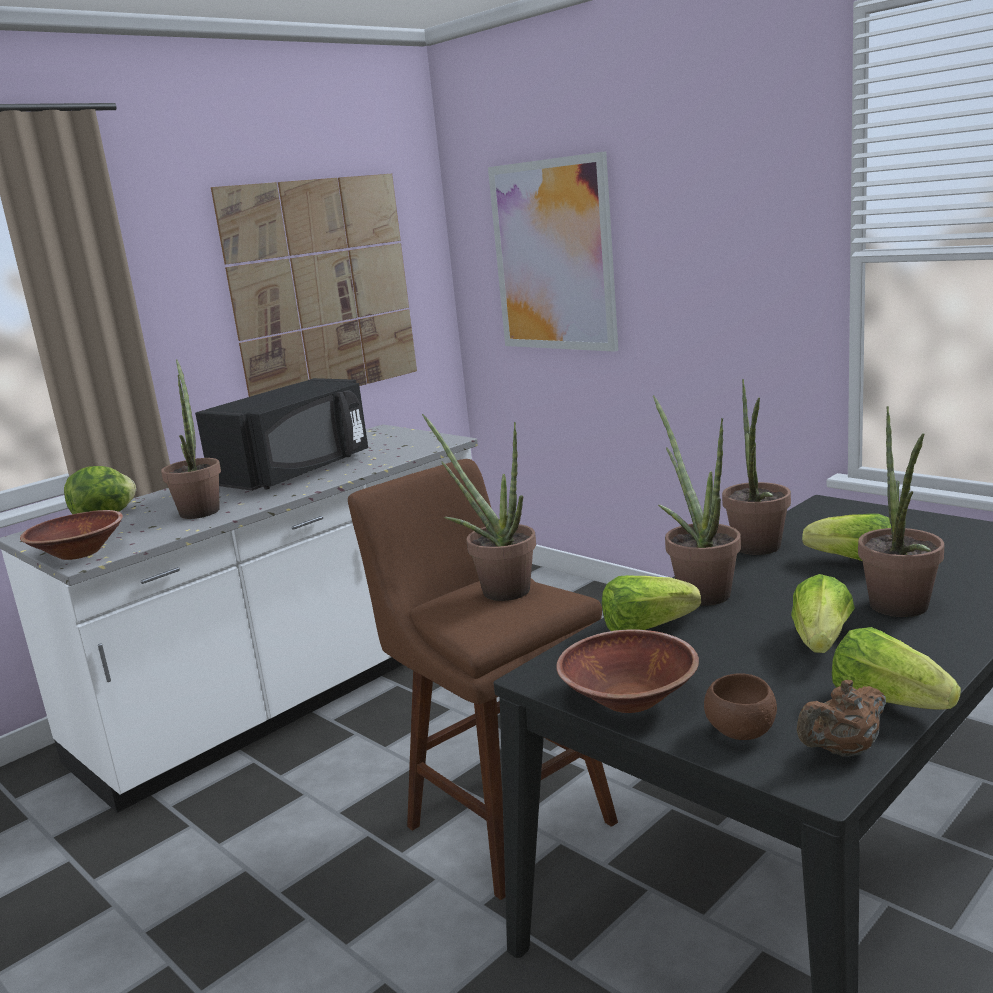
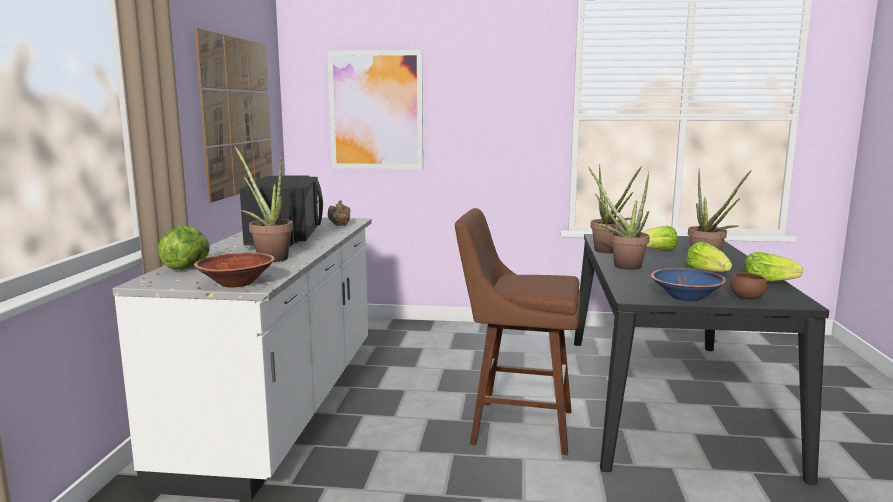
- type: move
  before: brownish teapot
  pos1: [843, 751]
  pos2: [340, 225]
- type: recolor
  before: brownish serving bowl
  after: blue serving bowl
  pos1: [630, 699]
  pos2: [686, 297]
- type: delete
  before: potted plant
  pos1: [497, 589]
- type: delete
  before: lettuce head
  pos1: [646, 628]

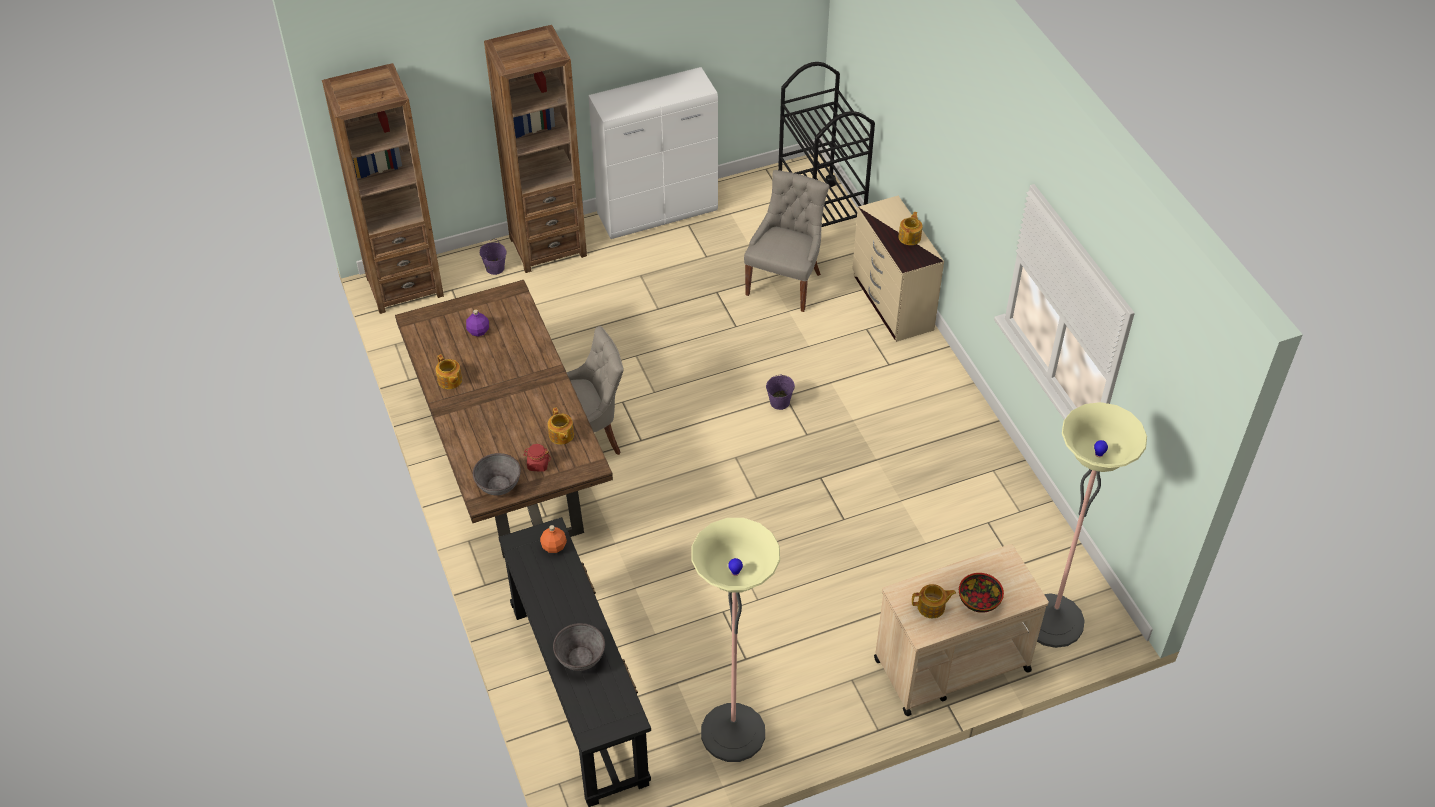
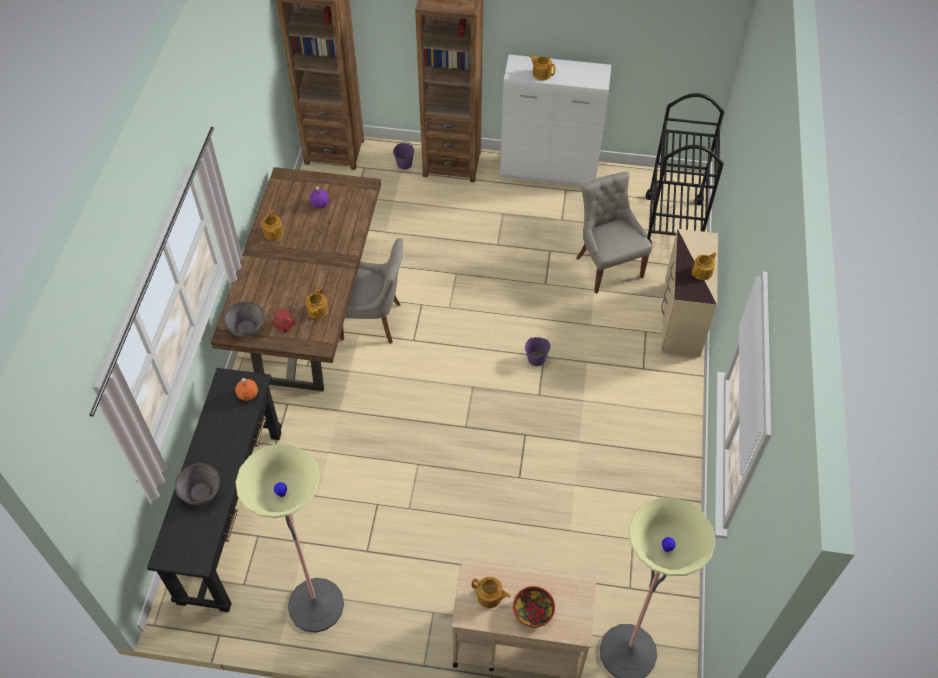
- type: insert
  after: teapot
  pos2: [541, 73]
- type: rotate
  before: gray plain chair
  pos1: [785, 283]
  pos2: [607, 266]
  turn: -75

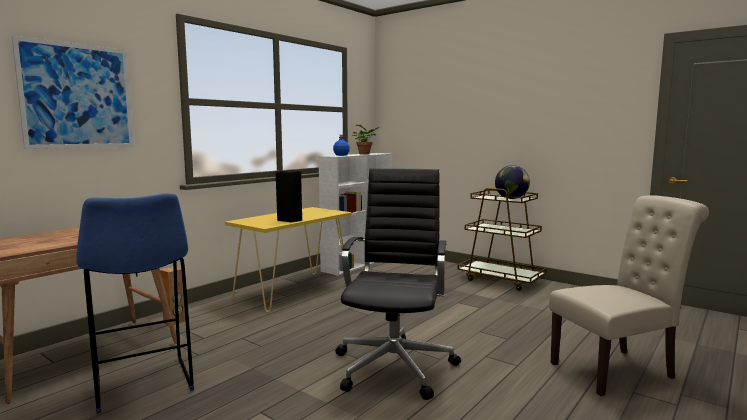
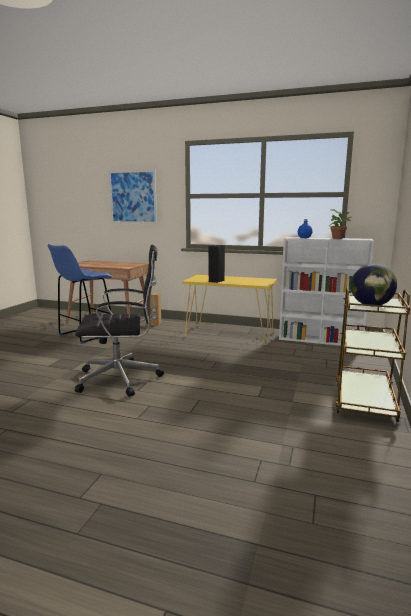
- type: delete
  before: sand-coloured plain chair
  pos1: [618, 369]

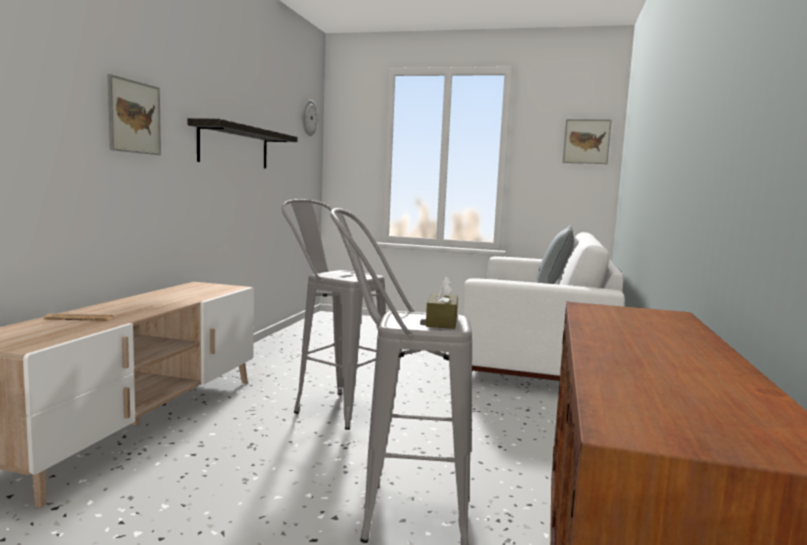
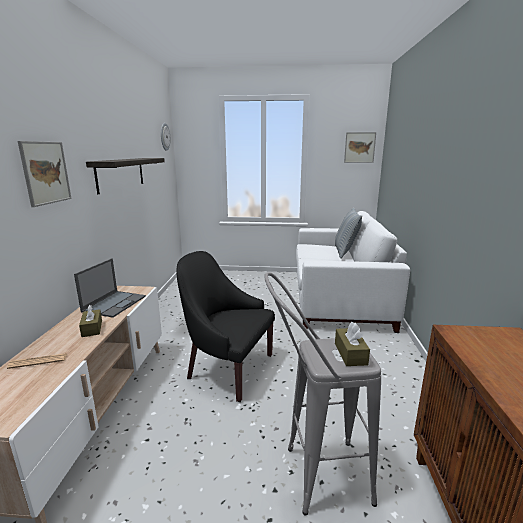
- type: insert
  after: notebook computer
  pos2: [115, 303]
- type: insert
  after: brownish box of tissues
  pos2: [92, 328]
- type: replace
  before: gray stool seat
  after: black armchair
  pos1: [331, 407]
  pos2: [228, 368]

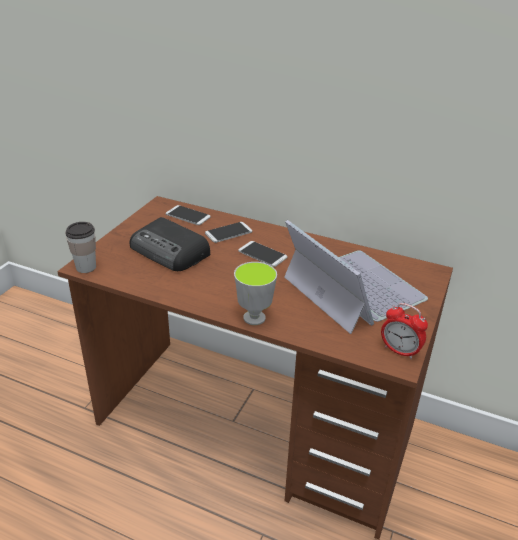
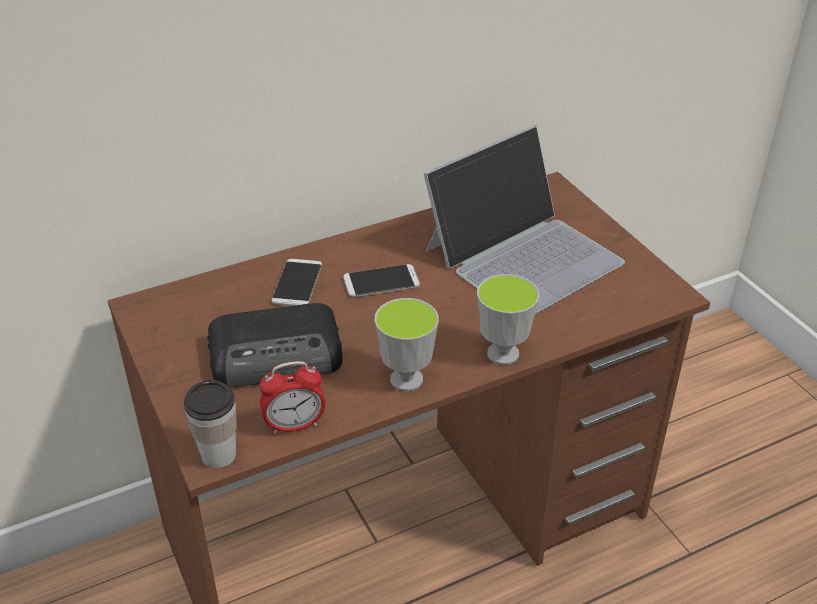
- type: move
  before: alarm clock
  pos1: [399, 351]
  pos2: [295, 425]
- type: insert
  after: drinking cup
  pos2: [406, 379]
- type: rotate
  before: notebook computer
  pos1: [352, 288]
  pos2: [523, 254]
  turn: 135
- type: delete
  before: phone
  pos1: [188, 216]

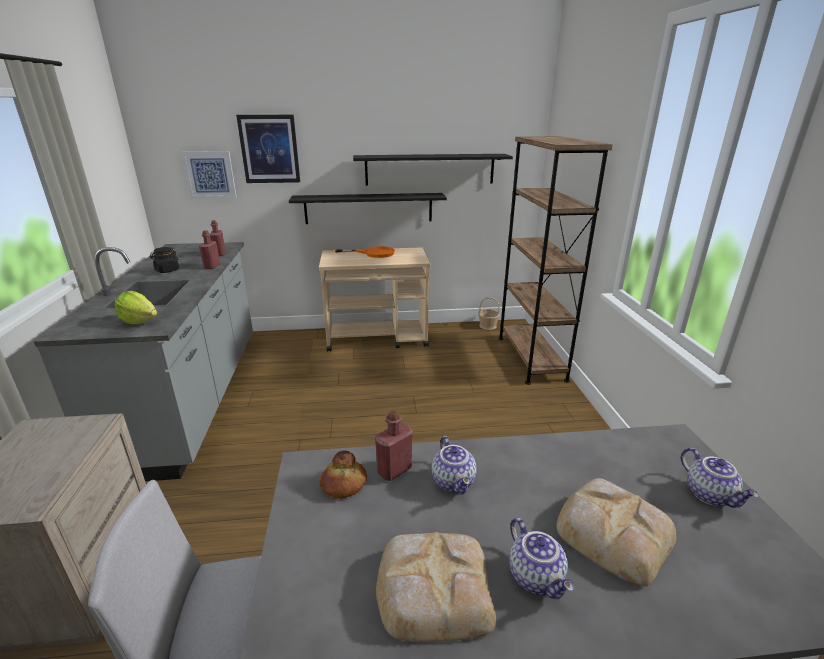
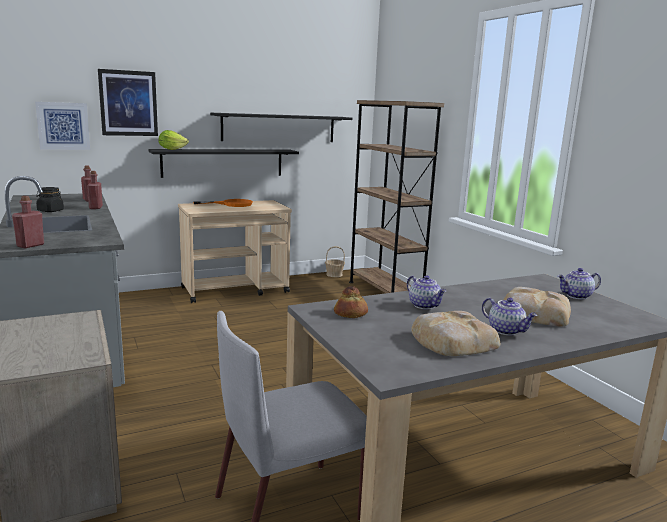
- type: move
  before: red-coloured drink bottle
  pos1: [394, 470]
  pos2: [30, 245]
- type: move
  before: lettuce head
  pos1: [139, 321]
  pos2: [172, 149]
- type: rotate
  before: teapot
  pos1: [710, 494]
  pos2: [576, 296]
  turn: 120

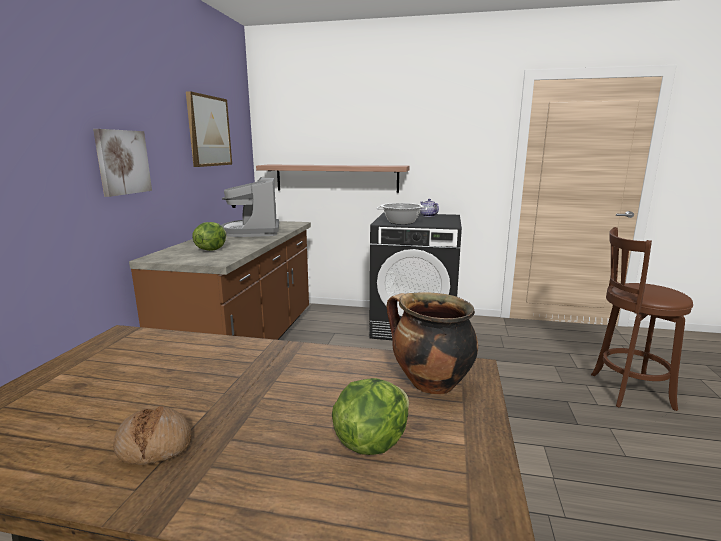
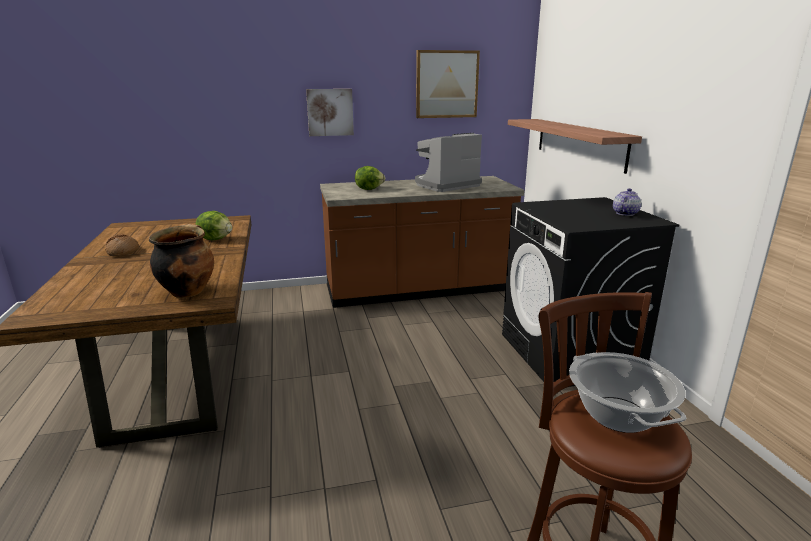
- type: move
  before: lettuce head
  pos1: [370, 441]
  pos2: [216, 239]
- type: move
  before: saucepot
  pos1: [401, 222]
  pos2: [619, 415]

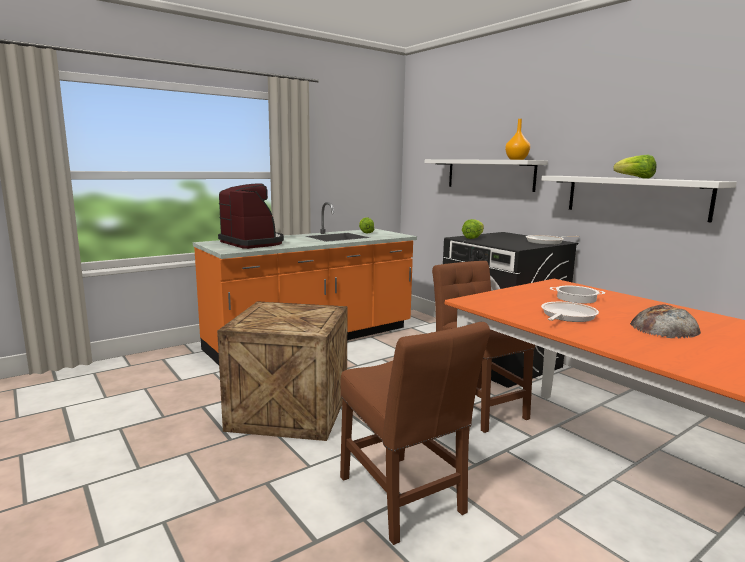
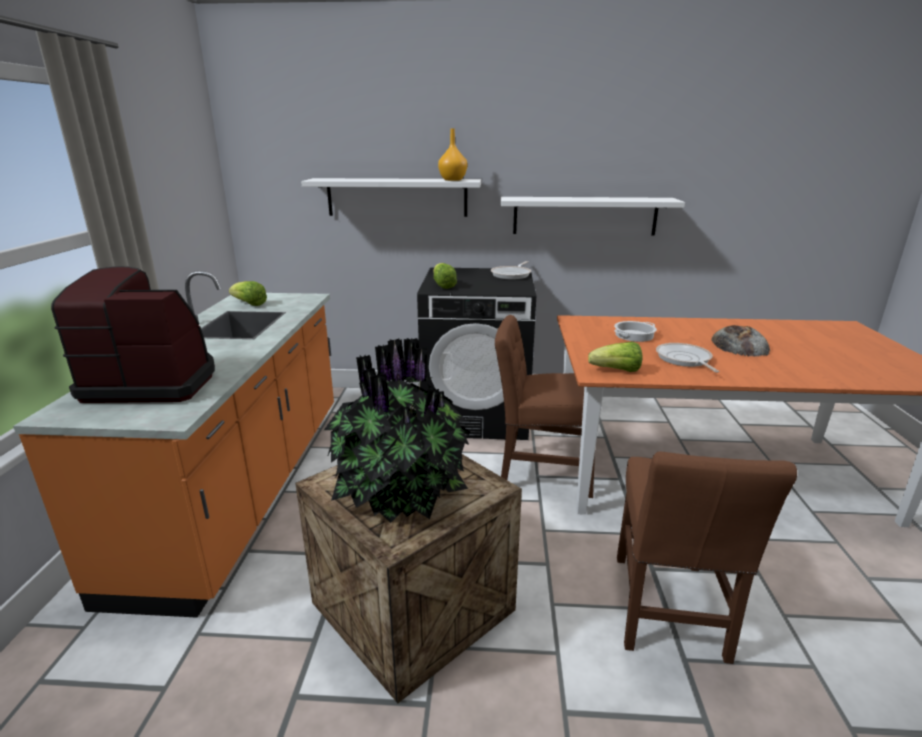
- type: insert
  after: potted plant
  pos2: [402, 494]
- type: move
  before: lettuce head
  pos1: [635, 178]
  pos2: [616, 371]
- type: rotate
  before: brownish plain chair
  pos1: [403, 499]
  pos2: [667, 612]
  turn: 90

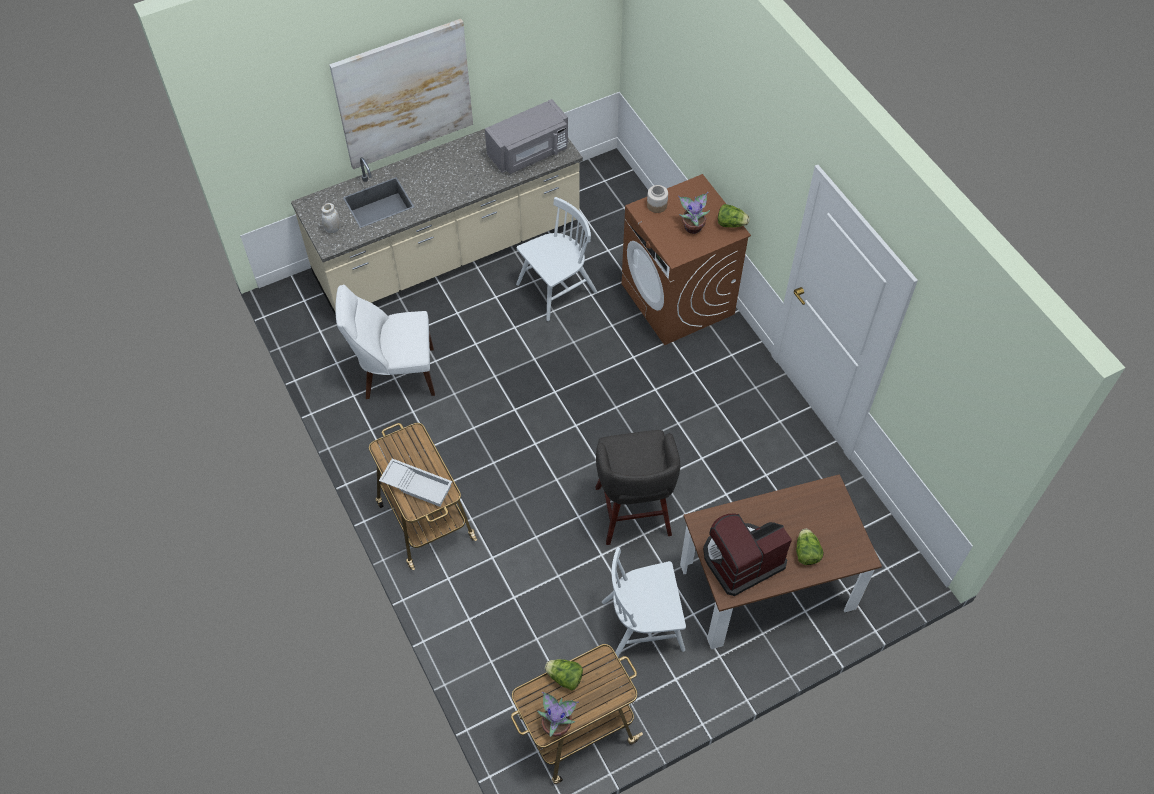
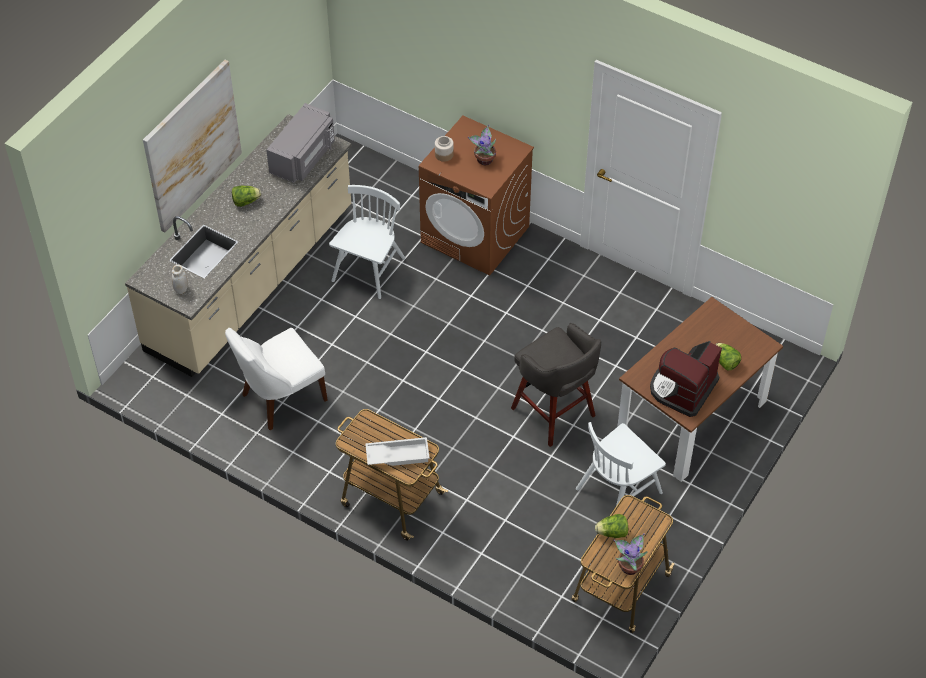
- type: move
  before: lettuce head
  pos1: [731, 224]
  pos2: [246, 201]

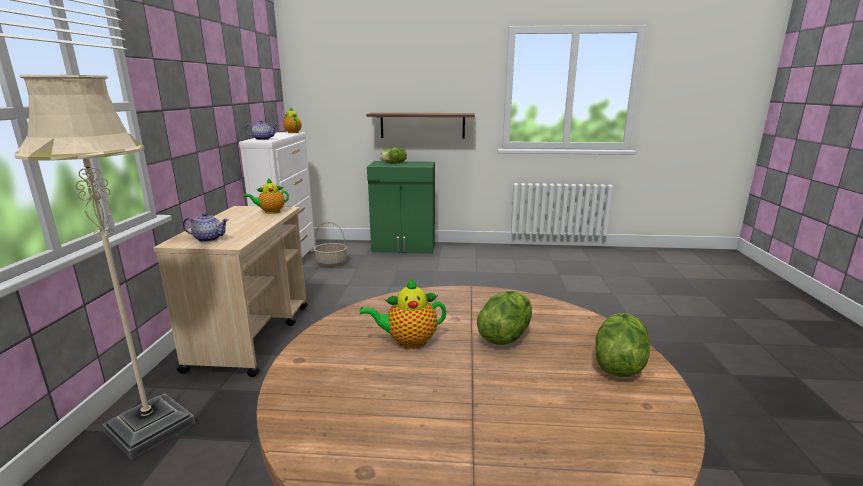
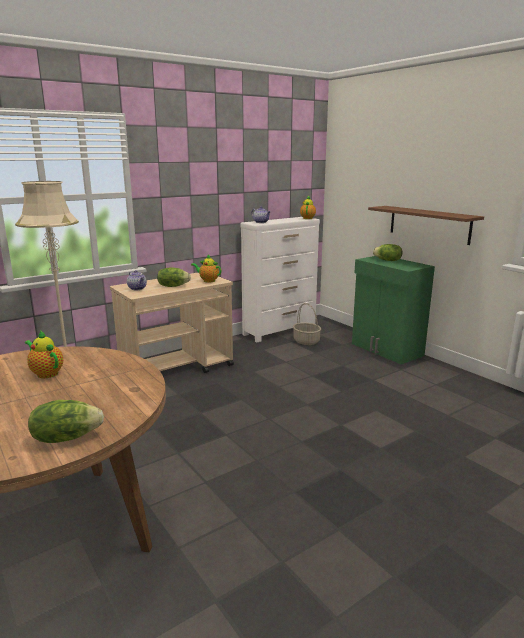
- type: move
  before: lettuce head
  pos1: [504, 335]
  pos2: [173, 286]

